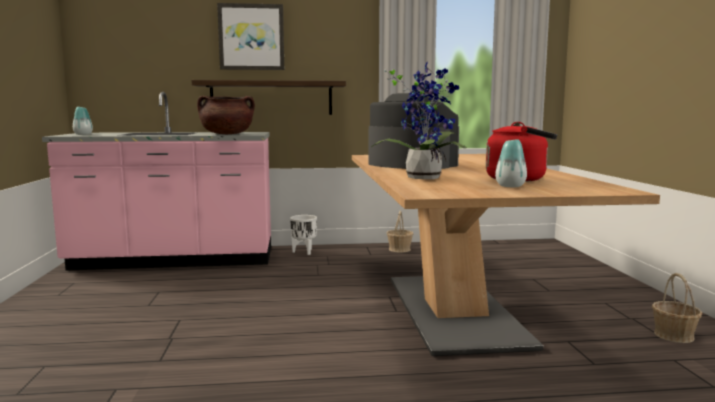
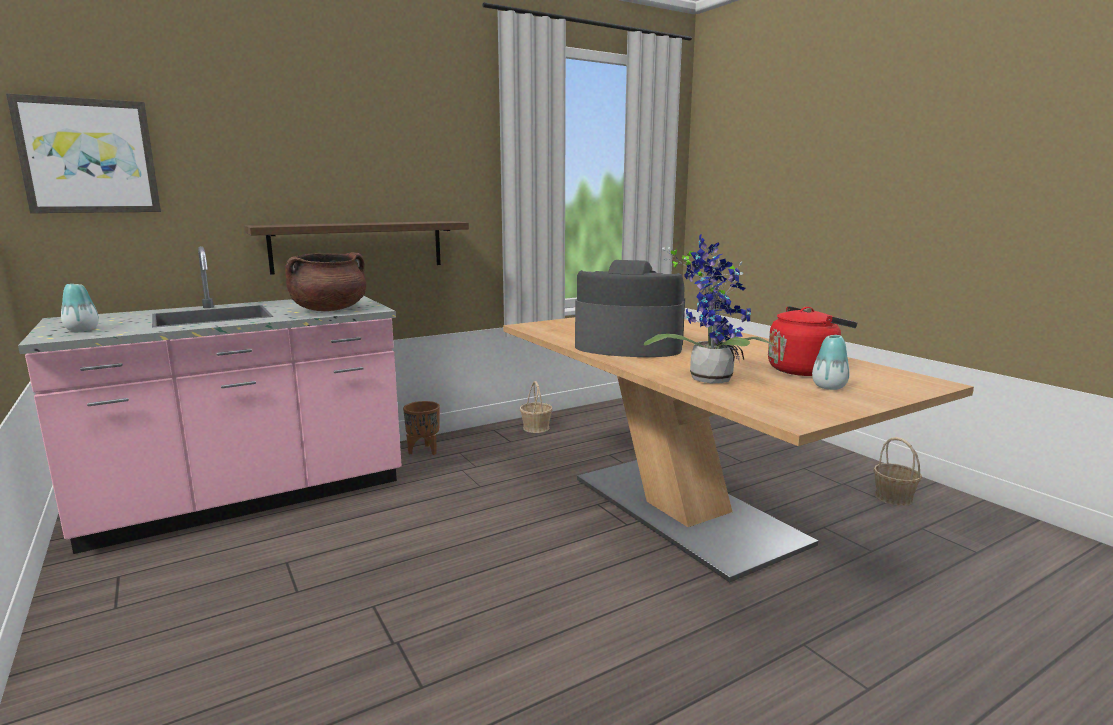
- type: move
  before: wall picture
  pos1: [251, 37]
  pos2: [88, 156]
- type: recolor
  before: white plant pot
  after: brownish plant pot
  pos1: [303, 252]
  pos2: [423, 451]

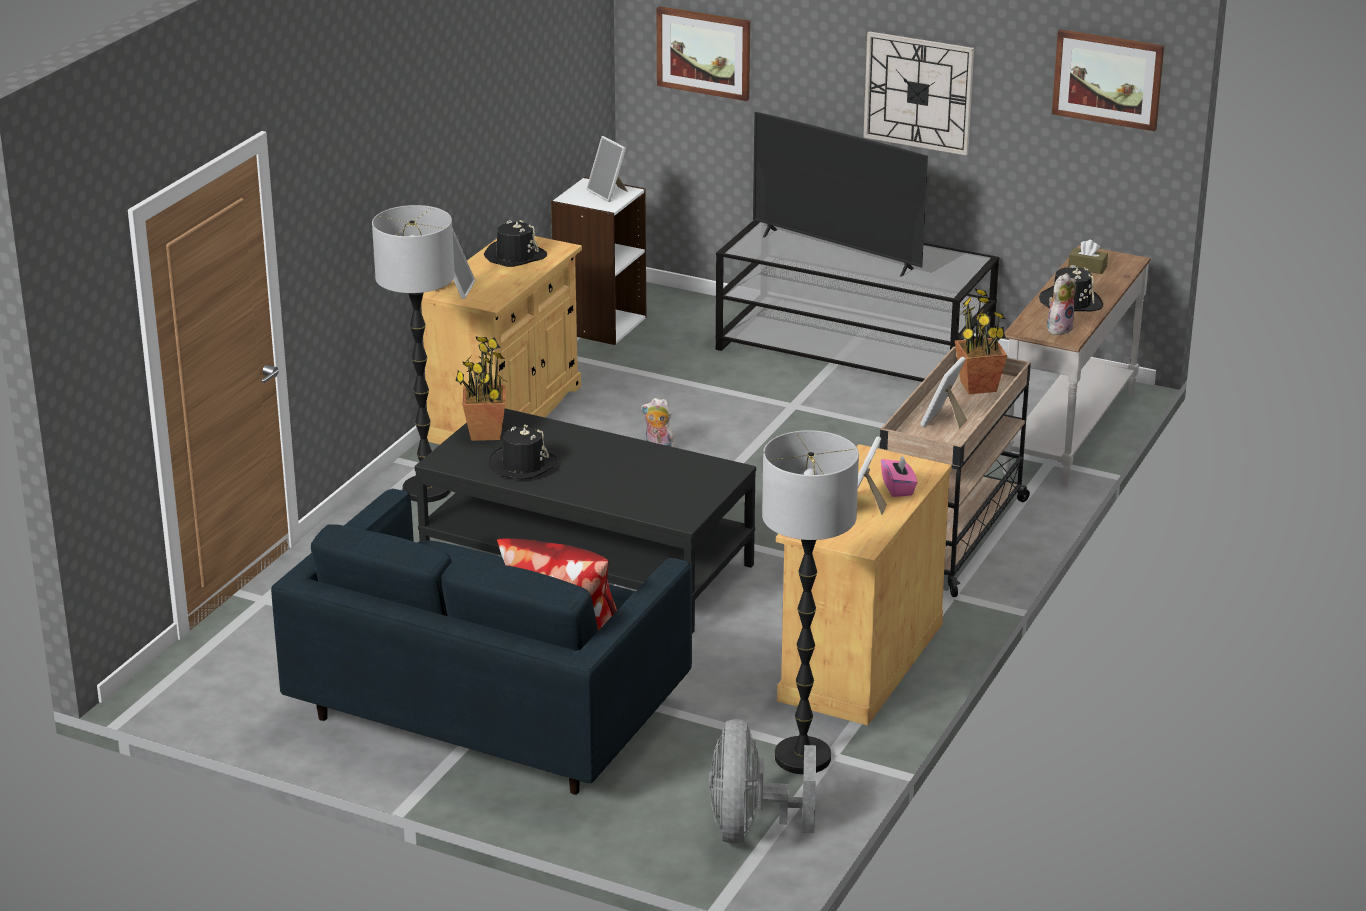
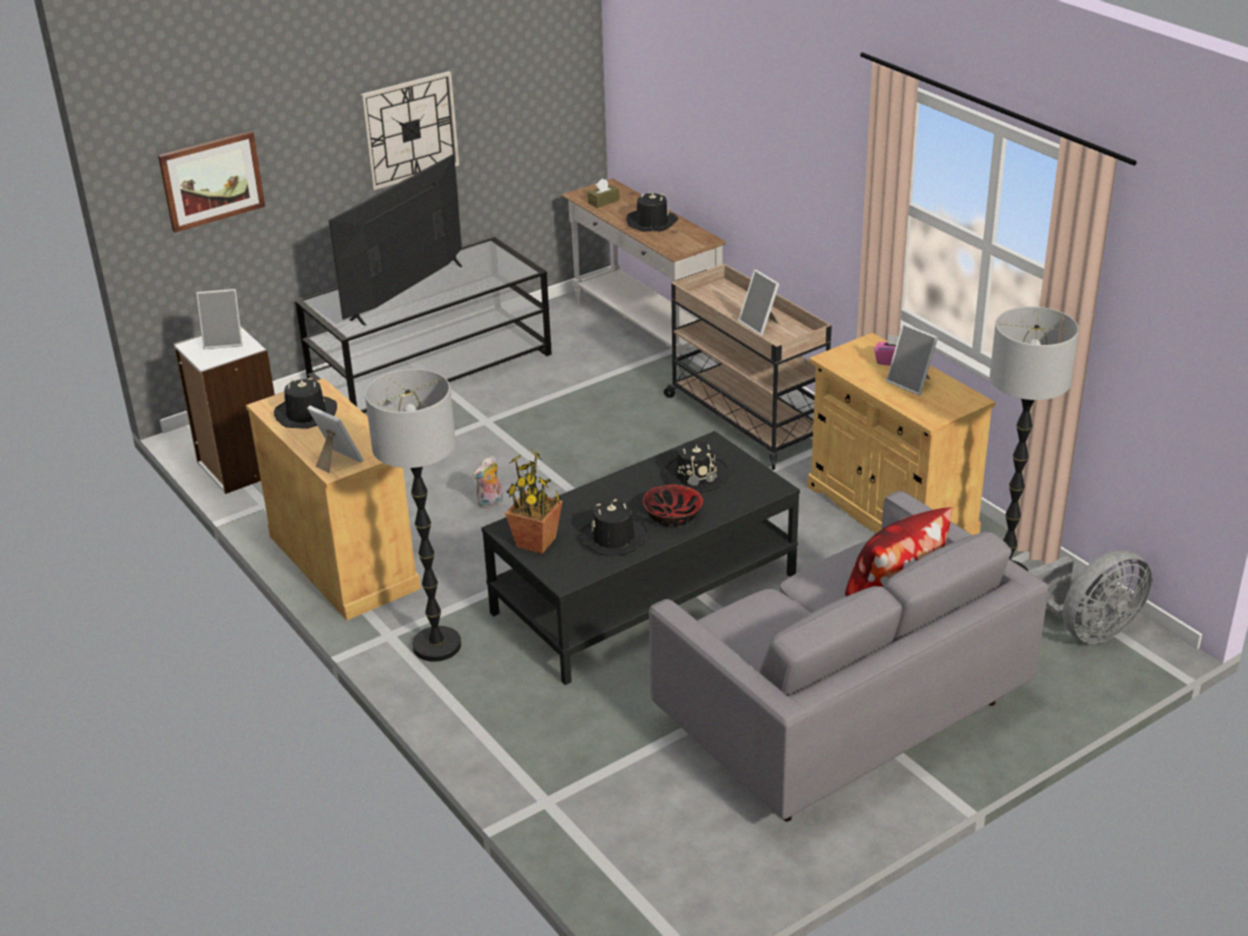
- type: rotate
  before: TV
  pos1: [837, 252]
  pos2: [407, 292]
  turn: 150
- type: insert
  after: serving bowl
  pos2: [673, 516]
- type: recolor
  before: blue settee
  after: gray settee
  pos1: [491, 710]
  pos2: [839, 713]
- type: insert
  after: black clothing hat
  pos2: [695, 476]
- type: rotate
  before: gray electric fan
  pos1: [751, 828]
  pos2: [1088, 630]
  turn: -60
- type: delete
  before: potted plant
  pos1: [979, 386]
- type: delete
  before: plush toy
  pos1: [1059, 328]
- type: delete
  before: wall picture
  pos1: [1108, 79]

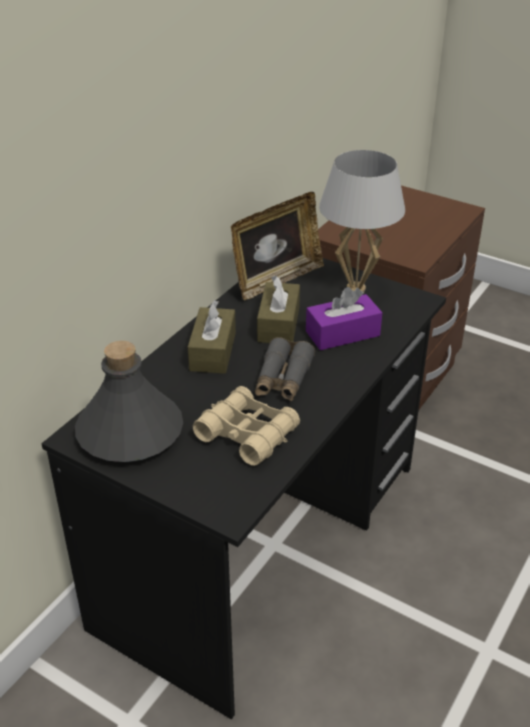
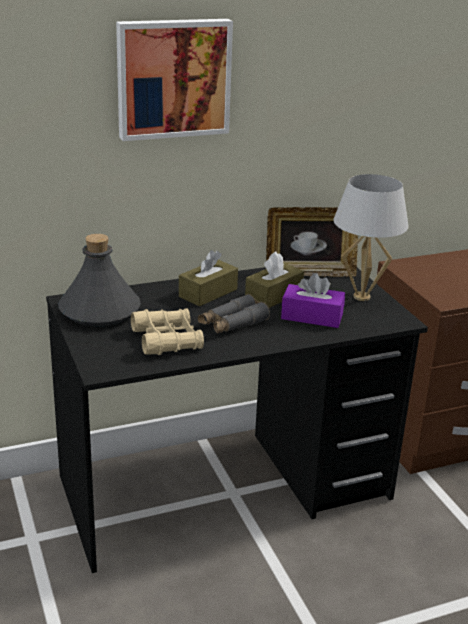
- type: insert
  after: wall picture
  pos2: [173, 78]

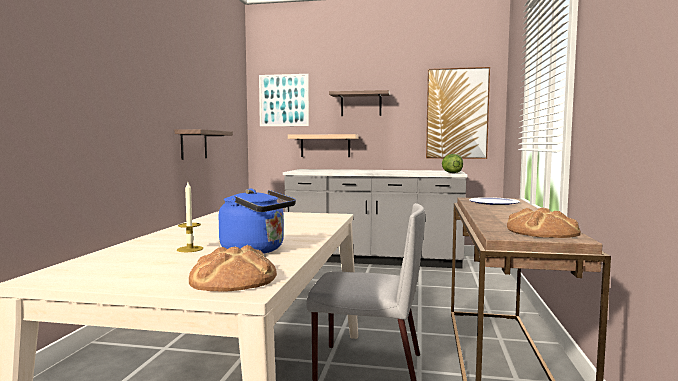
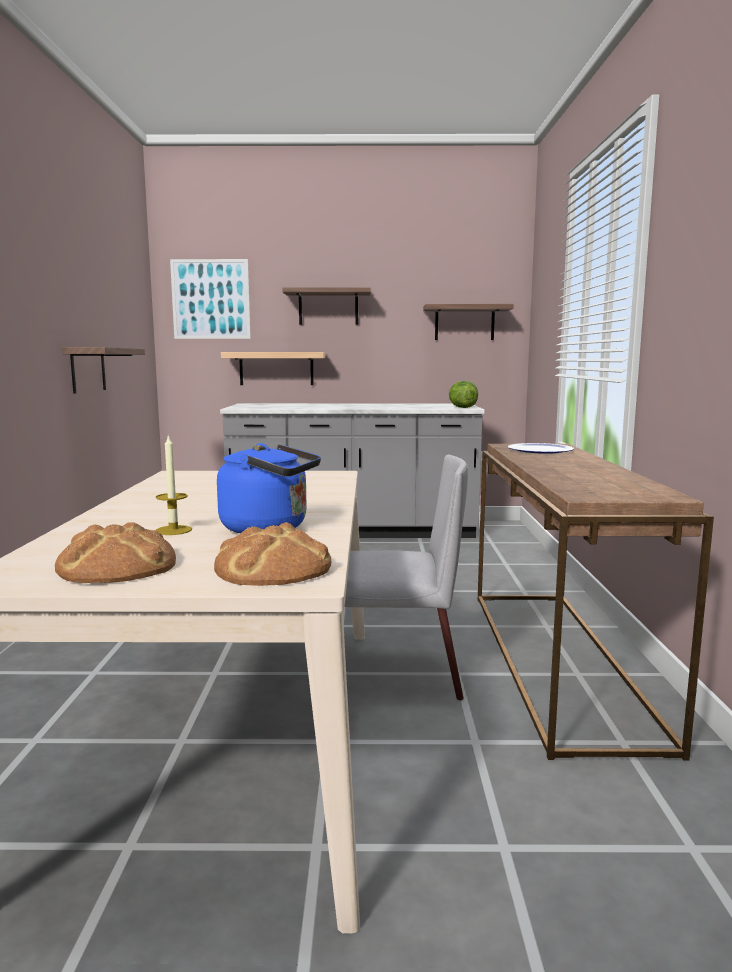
- type: move
  before: bakery bread
  pos1: [541, 232]
  pos2: [117, 566]
- type: replace
  before: wall picture
  after: shelf
  pos1: [457, 113]
  pos2: [464, 323]

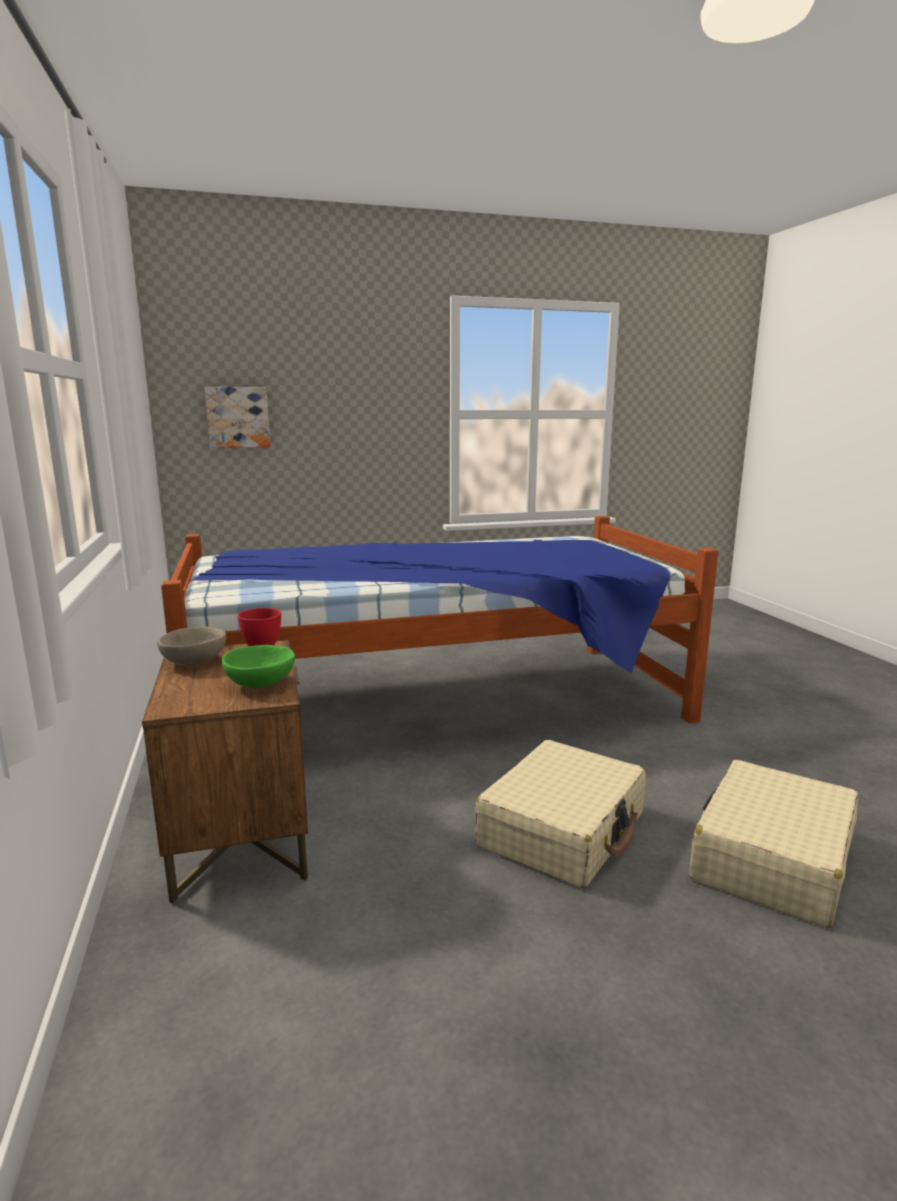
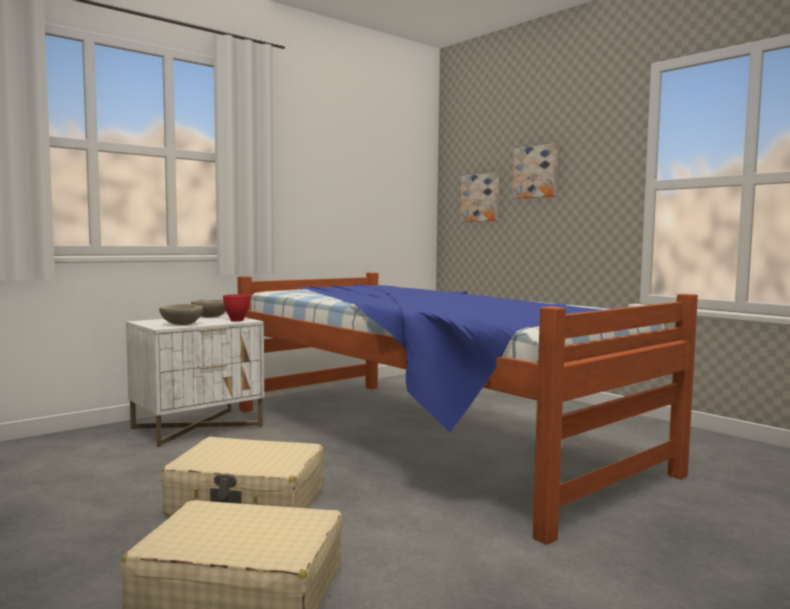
- type: recolor
  before: brownish bedside table
  after: white bedside table
  pos1: [241, 836]
  pos2: [198, 428]
- type: recolor
  before: greenish serving bowl
  after: sand-coloured serving bowl
  pos1: [260, 684]
  pos2: [181, 324]
- type: insert
  after: wall picture
  pos2: [536, 172]

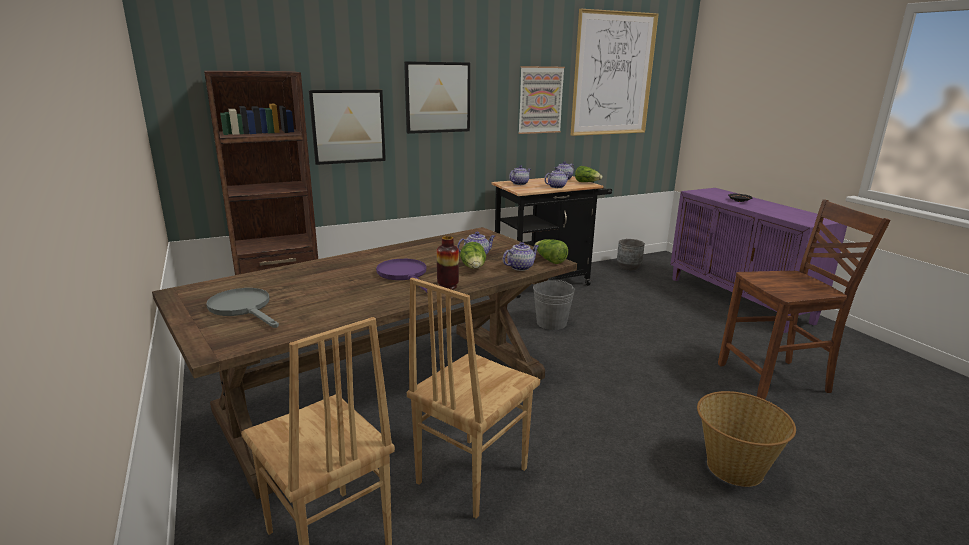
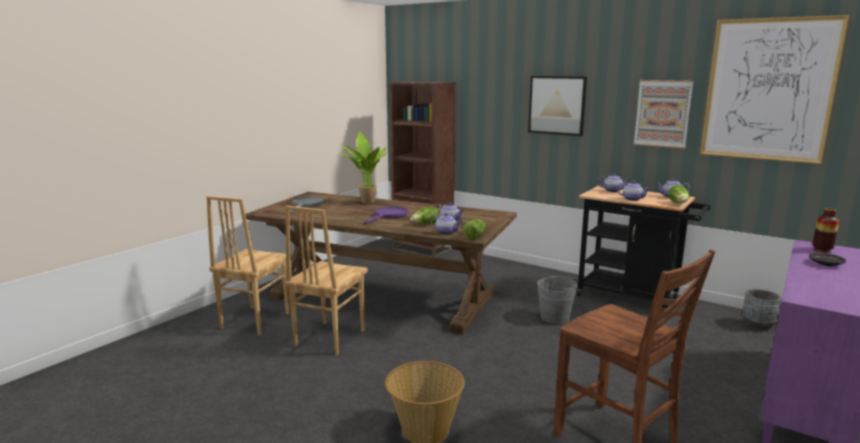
- type: rotate
  before: brownish plain chair
  pos1: [470, 475]
  pos2: [328, 338]
  turn: -75
- type: insert
  after: potted plant
  pos2: [365, 203]
- type: move
  before: flower vase
  pos1: [448, 286]
  pos2: [822, 250]
- type: delete
  before: wall picture
  pos1: [348, 126]

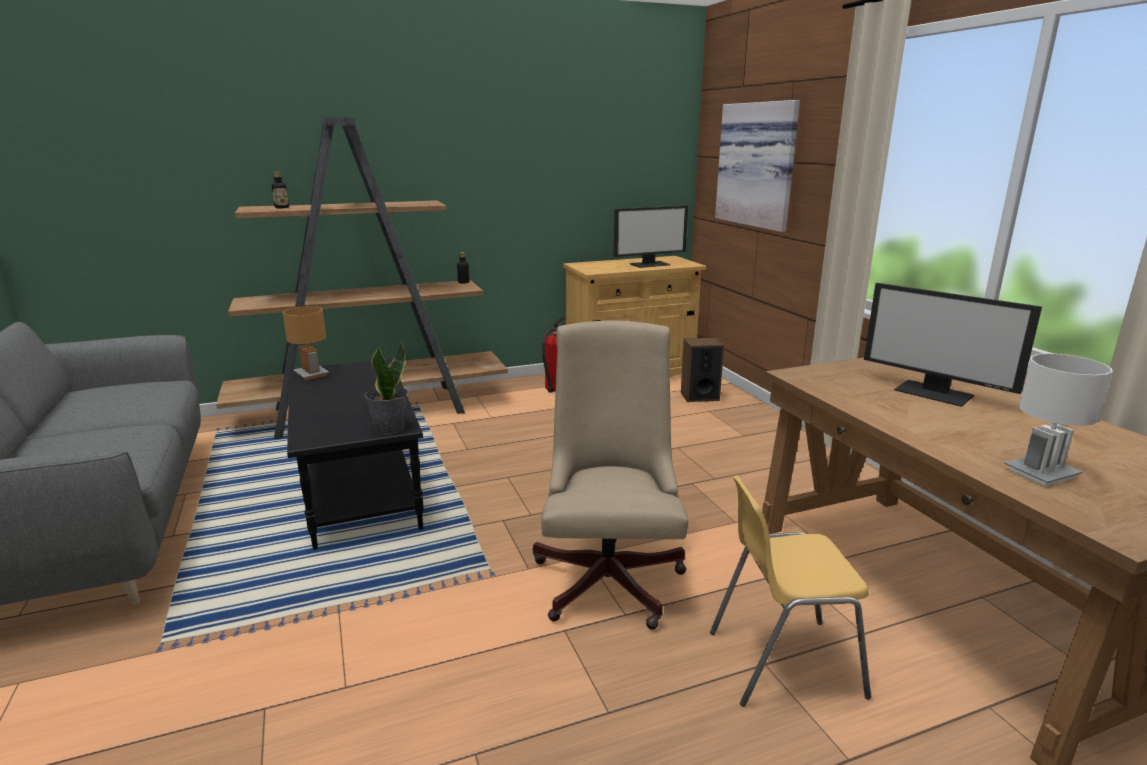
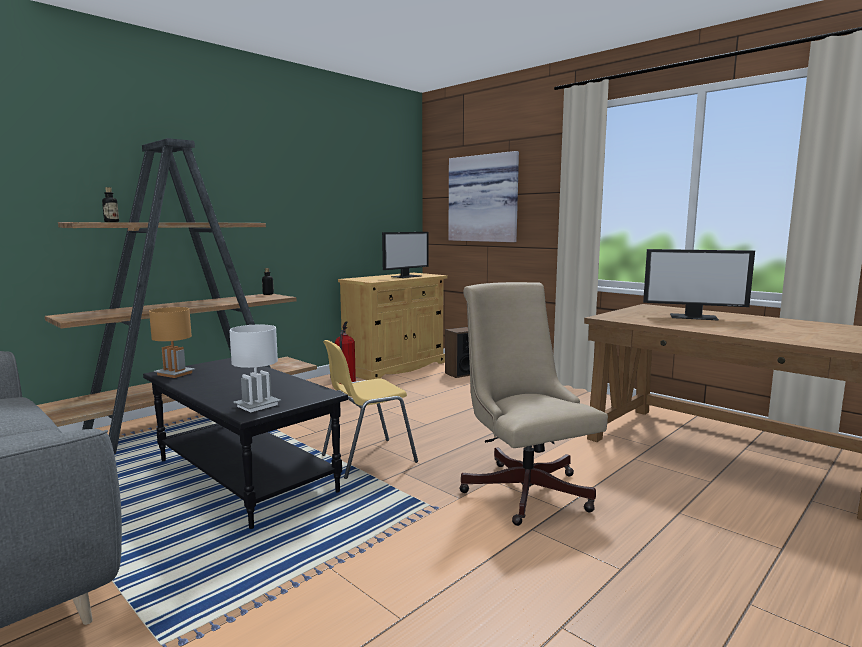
- type: move
  before: white table lamp
  pos1: [1041, 474]
  pos2: [257, 406]
- type: move
  before: yellow plain chair
  pos1: [782, 662]
  pos2: [367, 458]
- type: delete
  before: potted plant
  pos1: [389, 428]

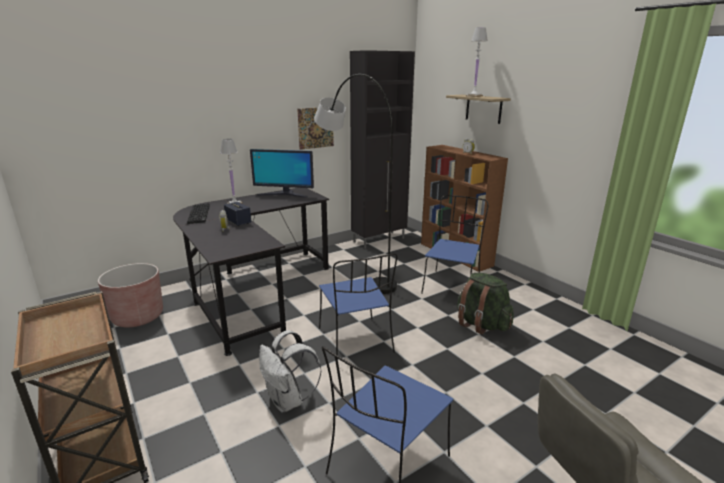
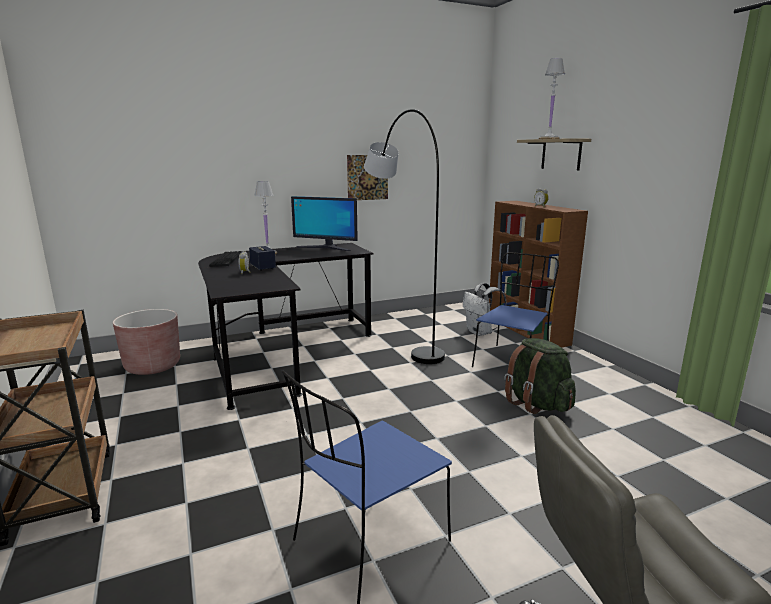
- type: move
  before: white knapsack
  pos1: [288, 401]
  pos2: [481, 333]
- type: delete
  before: blue plain chair
  pos1: [356, 341]
- type: delete
  before: black cabinet
  pos1: [380, 240]

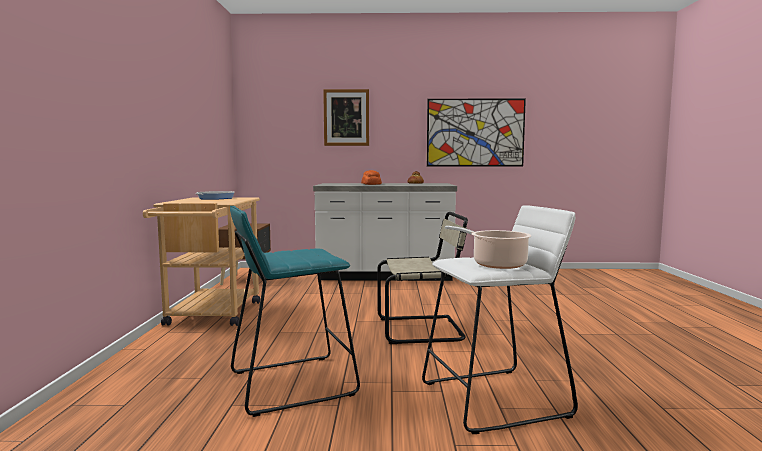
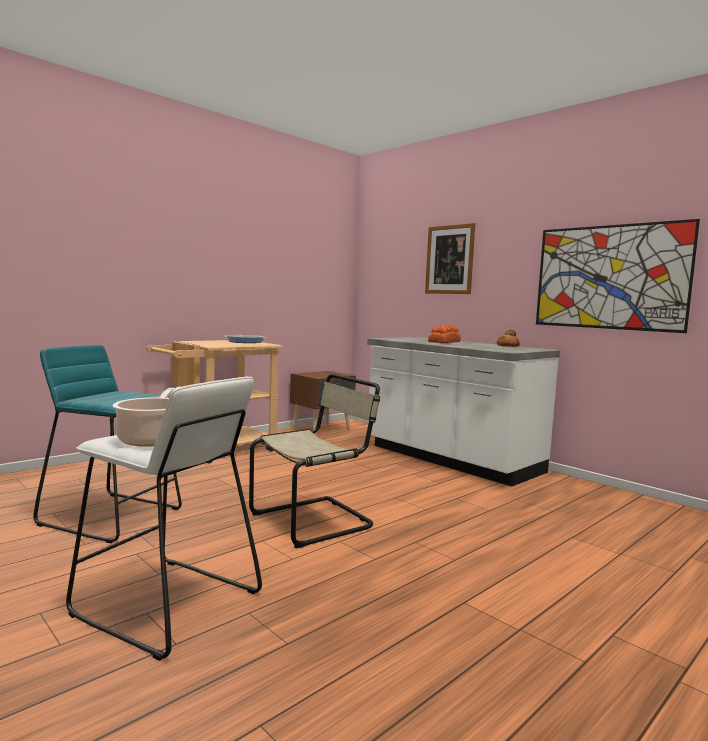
- type: rotate
  before: sand-coloured plain chair
  pos1: [423, 329]
  pos2: [315, 520]
  turn: -75

